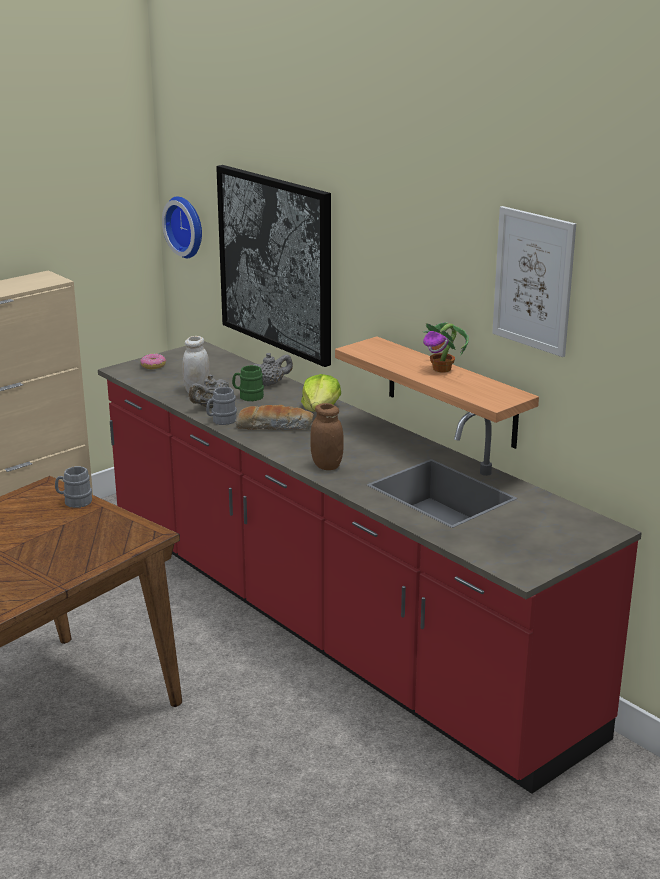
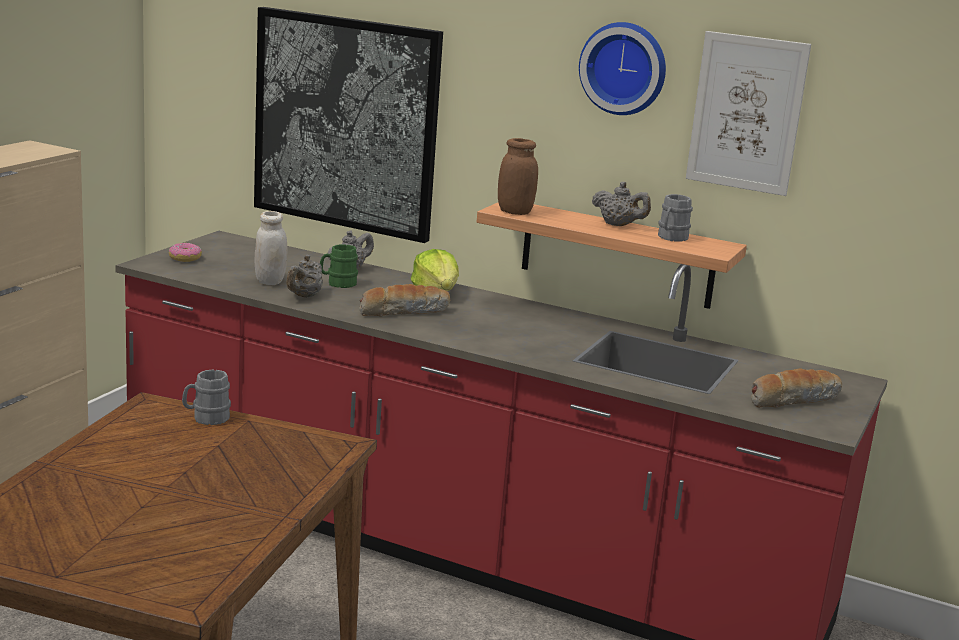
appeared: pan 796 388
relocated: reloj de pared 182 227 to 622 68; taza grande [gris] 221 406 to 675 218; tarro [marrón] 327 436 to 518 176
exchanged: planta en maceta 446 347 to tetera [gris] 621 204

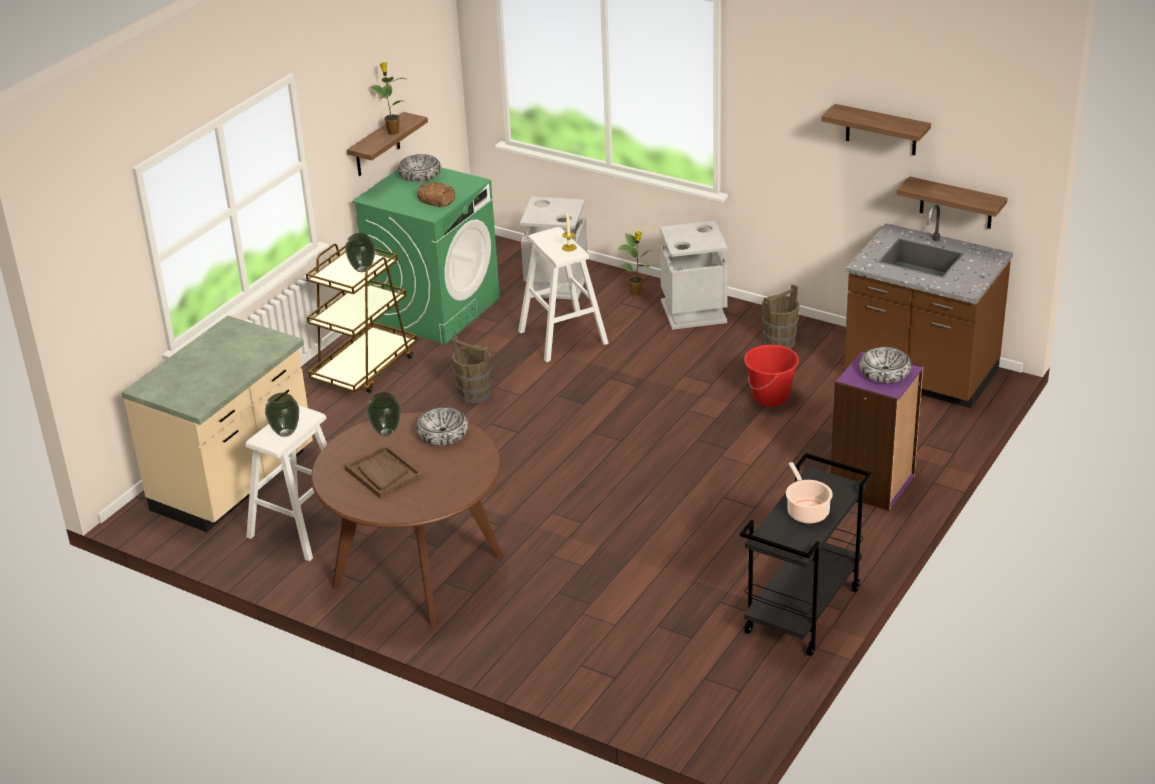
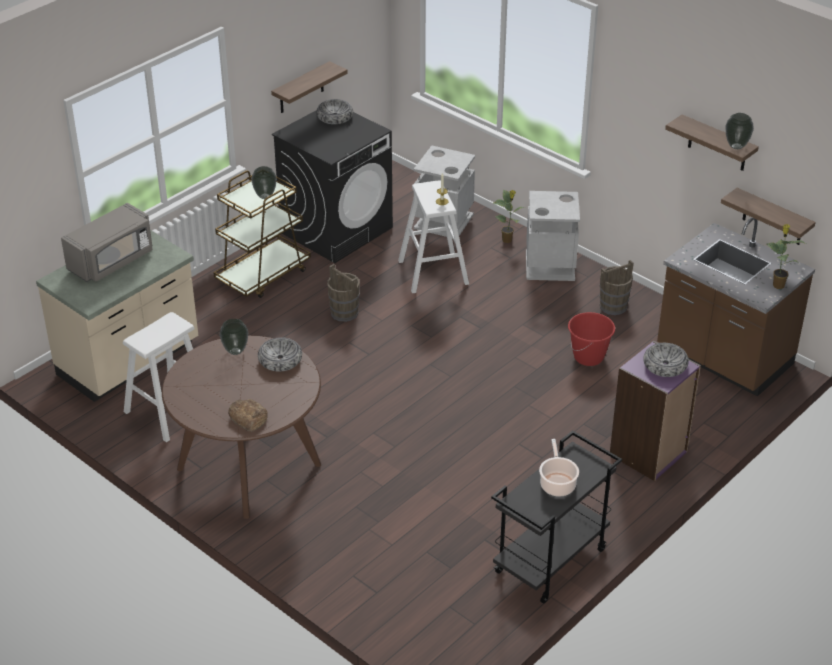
missing: bandeja [marrón] 383 472
appeared: microondas [gris] 106 242
relocated: florero 282 415 to 740 131; planta en maceta 389 98 to 786 256; pan 436 194 to 247 415
colour: lavadora [verde] 426 255 to lavadora [negro] 332 186

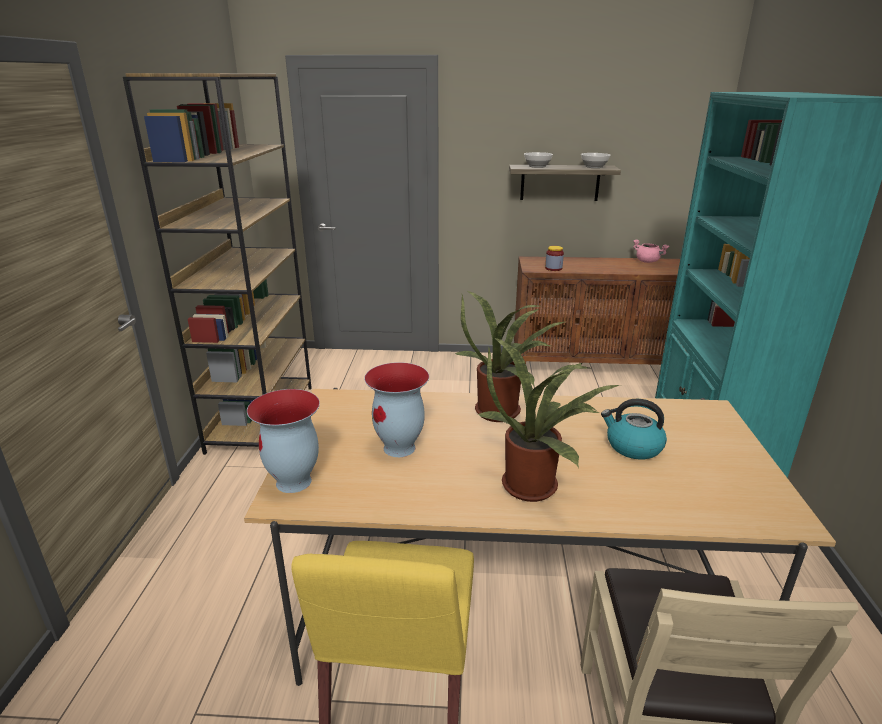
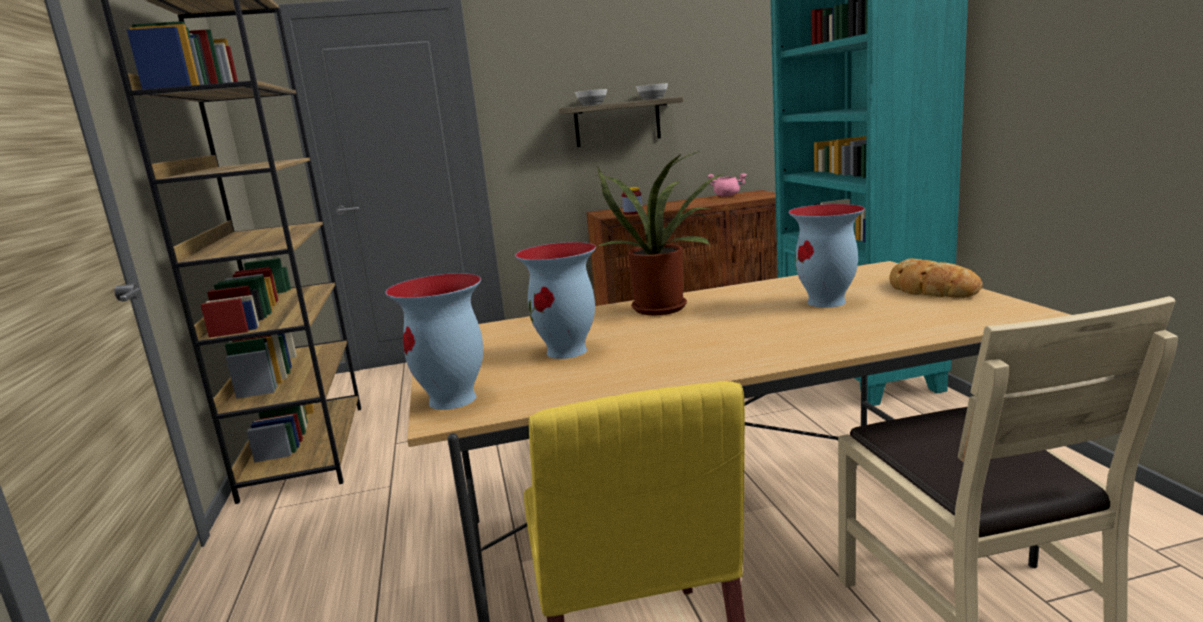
missing: planta en maceta 550 419
appeared: pan 936 278
exchanged: hervidor 634 429 to florero 826 256

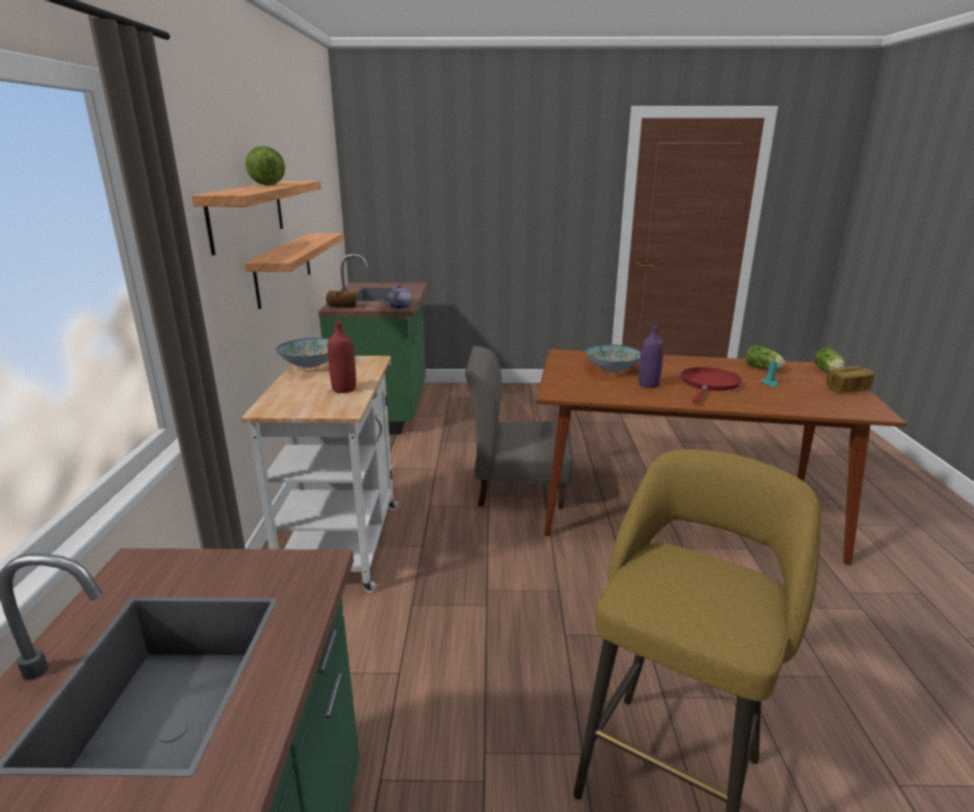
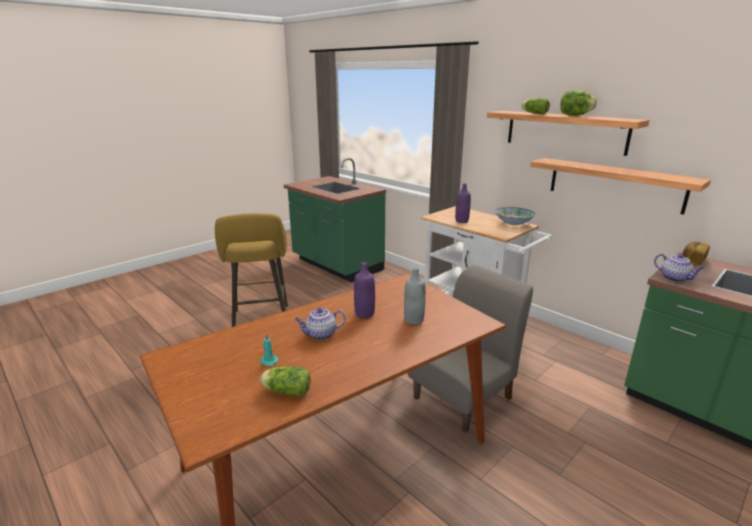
missing: pan 850 379
relocated: lechuga 829 360 to 536 106
exchanged: cuenco 613 358 to botella [gris] 415 296; sartén [rojo] 711 385 to tetera 320 324
colour: botella [rojo] 342 357 to botella [morado] 463 203

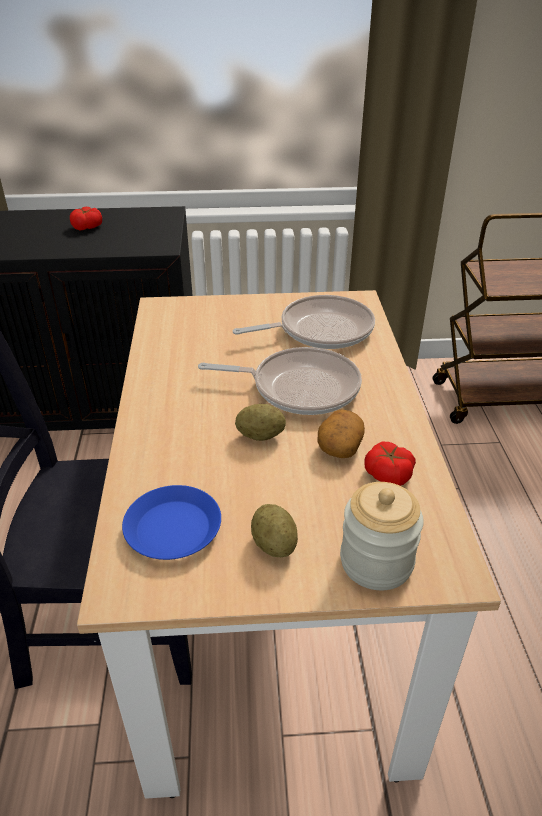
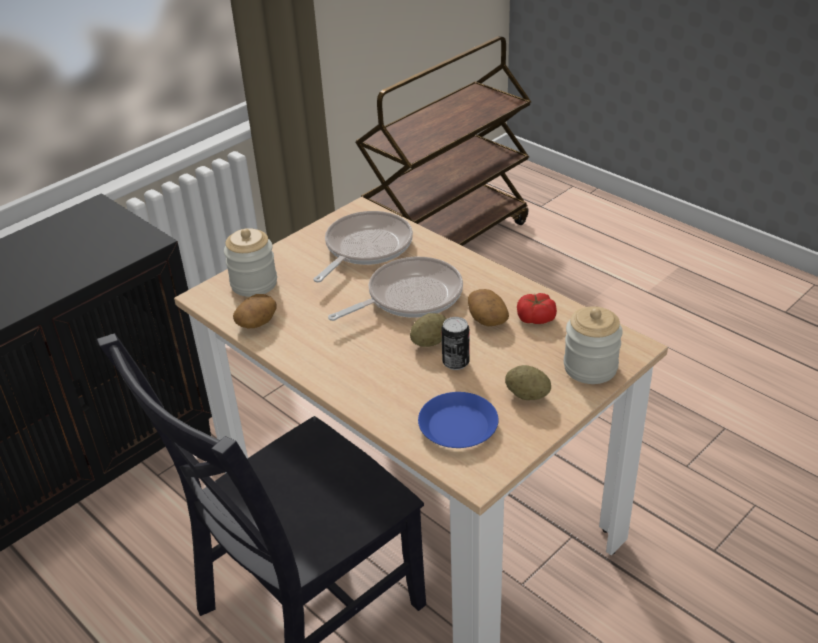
missing: tomate 86 218
appeared: tarro 250 262; patata 255 311; lata 455 343

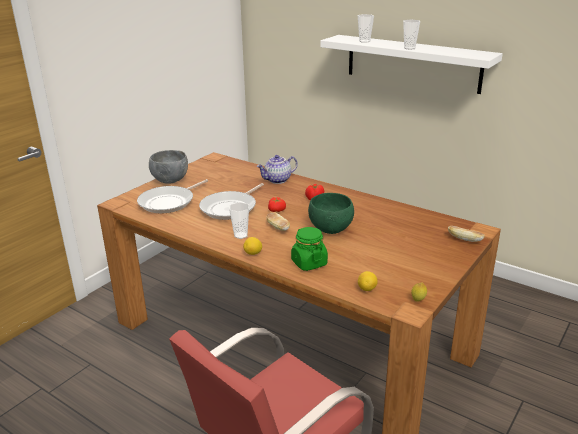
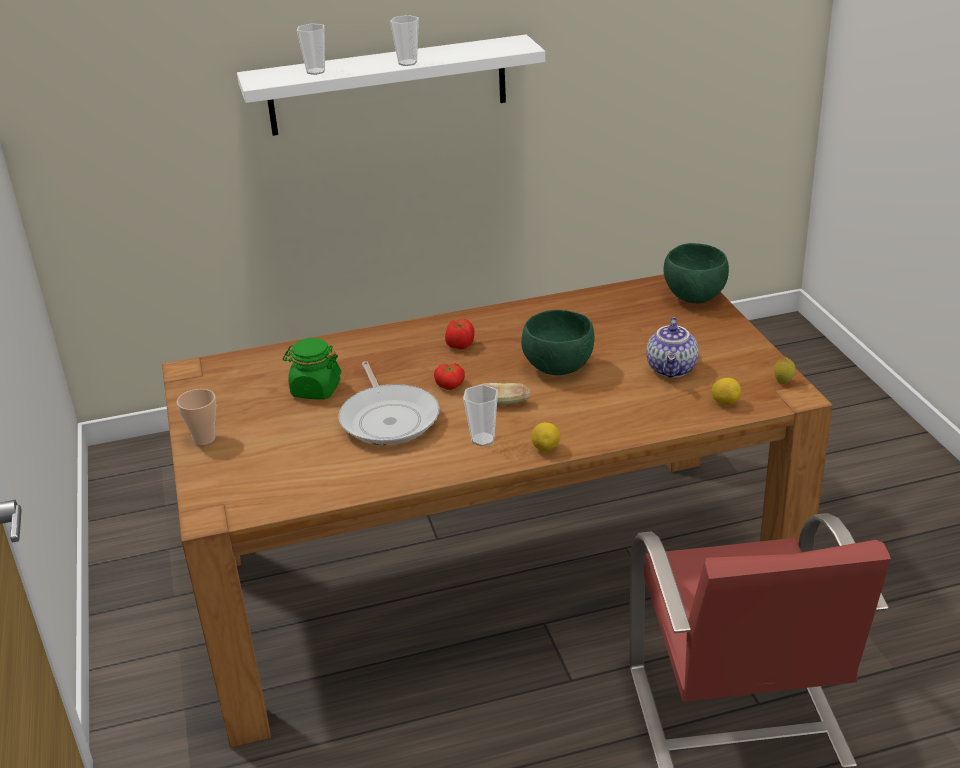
missing: sartén 172 196
relocated: tetera 277 169 to 672 347; tarro [verde] 309 249 to 312 368
exchanged: cuenco [gris] 168 167 to taza 196 417; pan 466 234 to cuenco [verde] 696 273

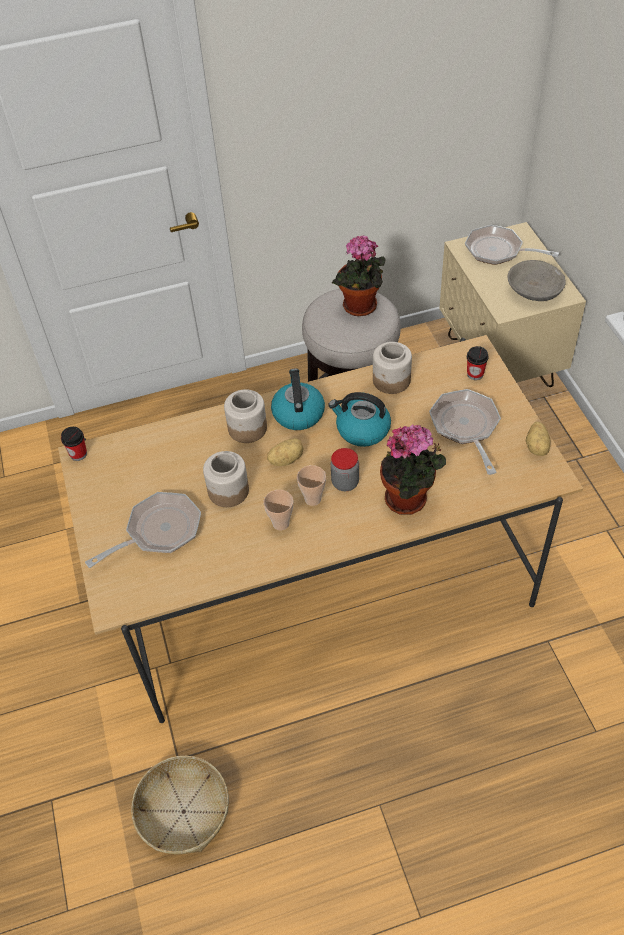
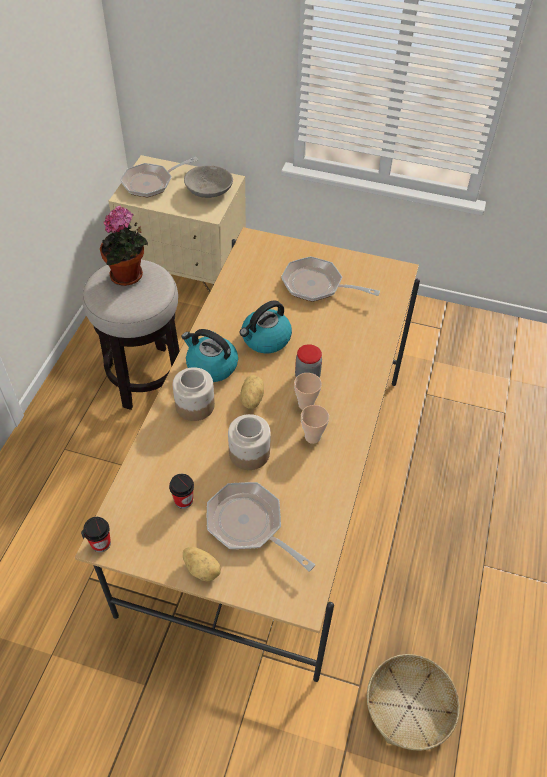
missing: tarro 392 368; planta en maceta 413 469
relocated: taza 477 363 to 181 491; patata 538 439 to 202 564
spun: sartén 143 530 = 261 527 45 degrees counterclockwise

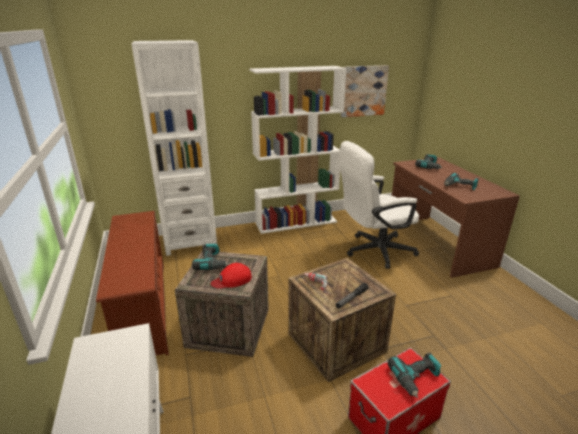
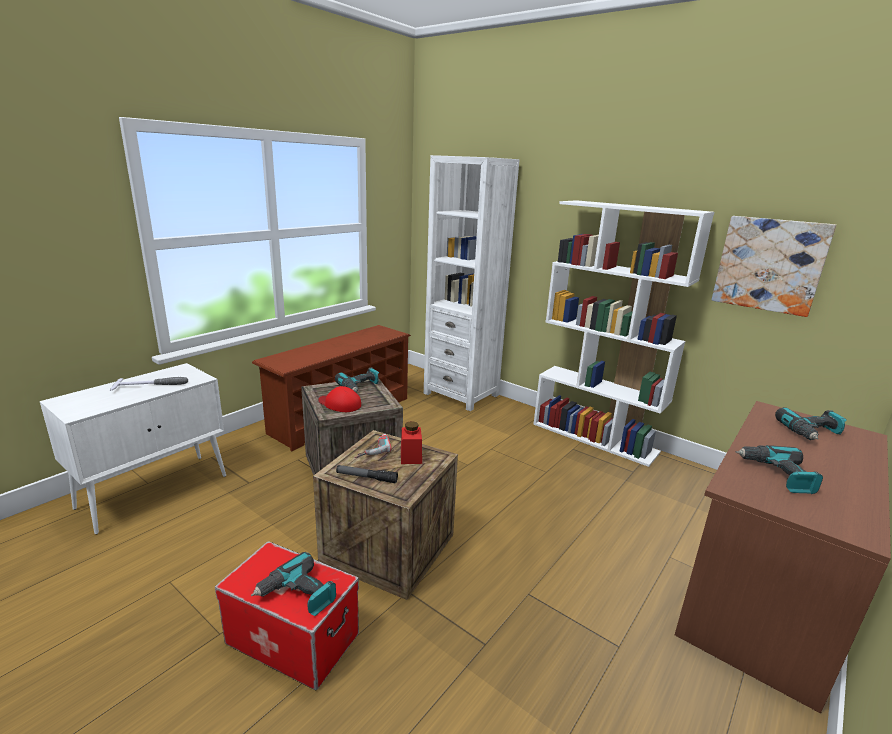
missing: silla de oficina [blanco] 379 205
appeared: martillo 148 384; tarro [rojo] 411 442

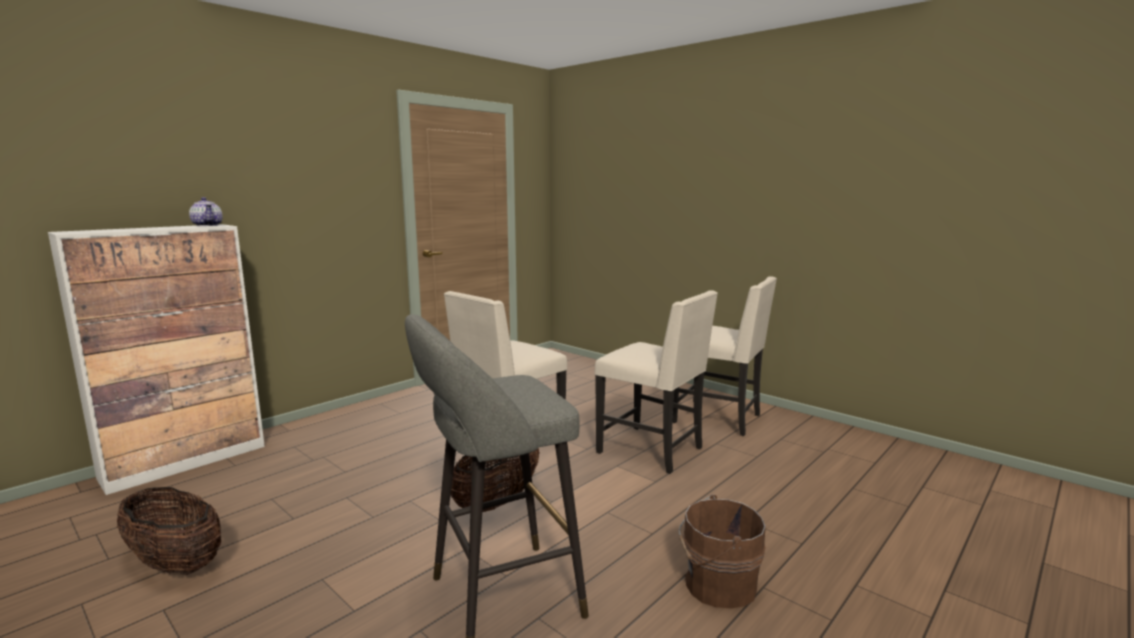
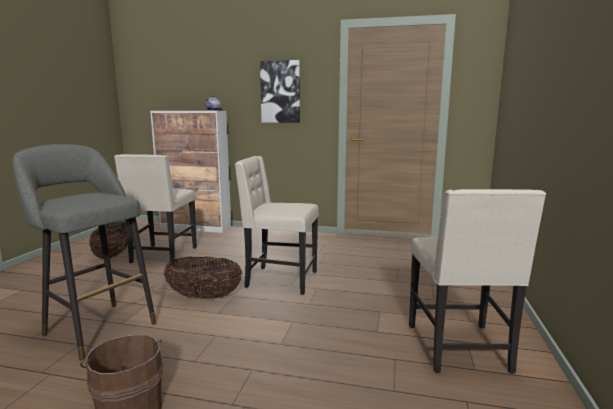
appeared: cuadro 280 91
relocated: silla [beis] 656 382 to 155 208

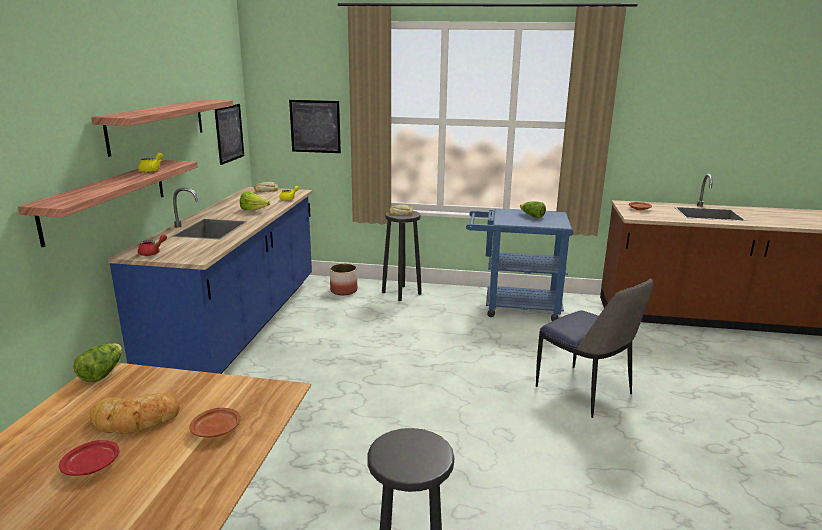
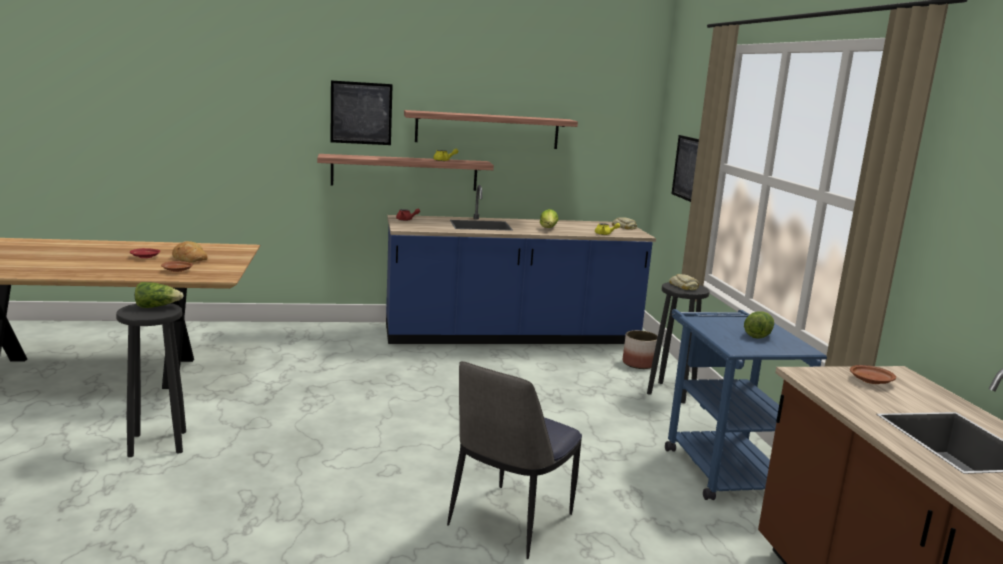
relocated: lechuga 97 362 to 159 295; cuadro 229 134 to 362 112

